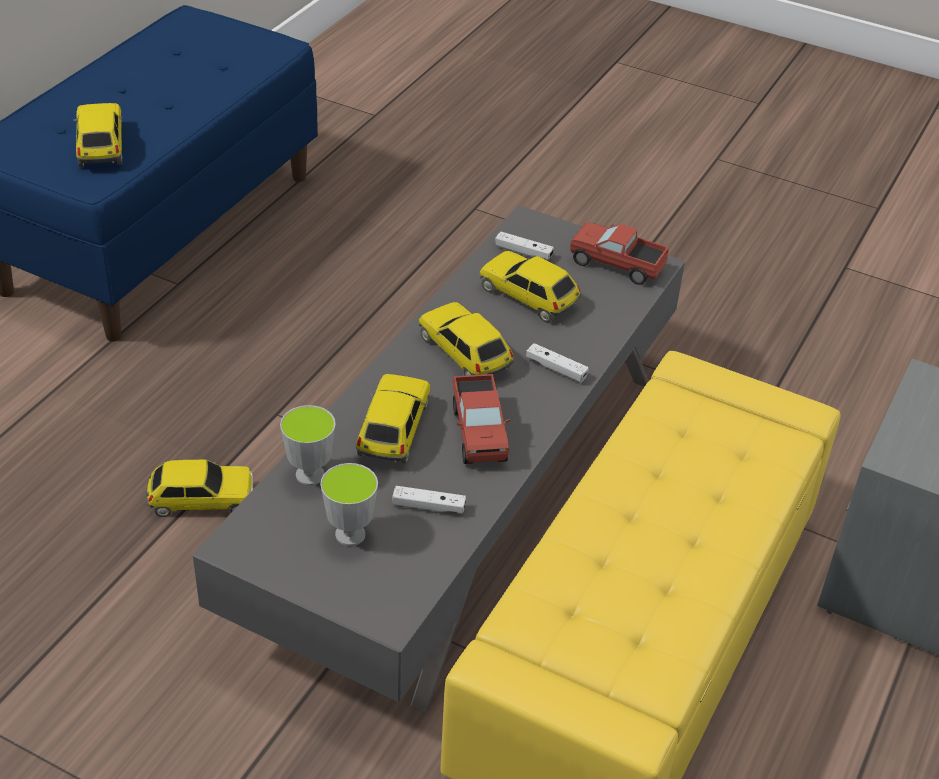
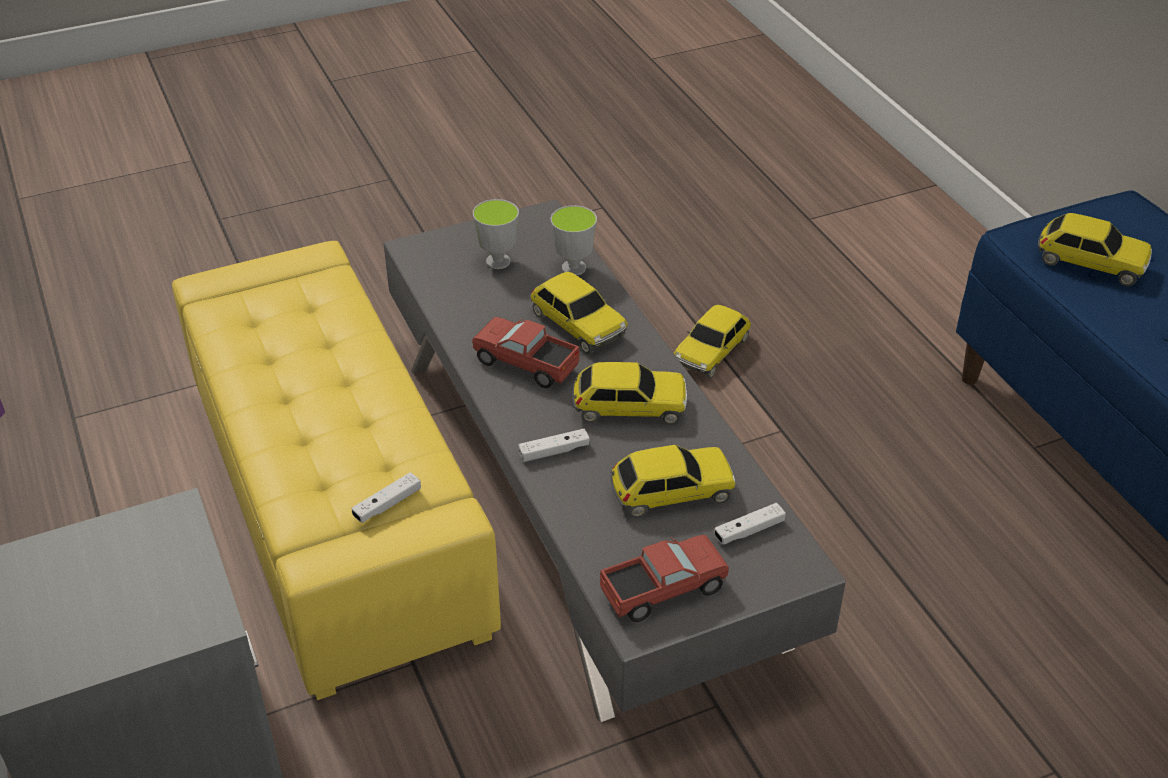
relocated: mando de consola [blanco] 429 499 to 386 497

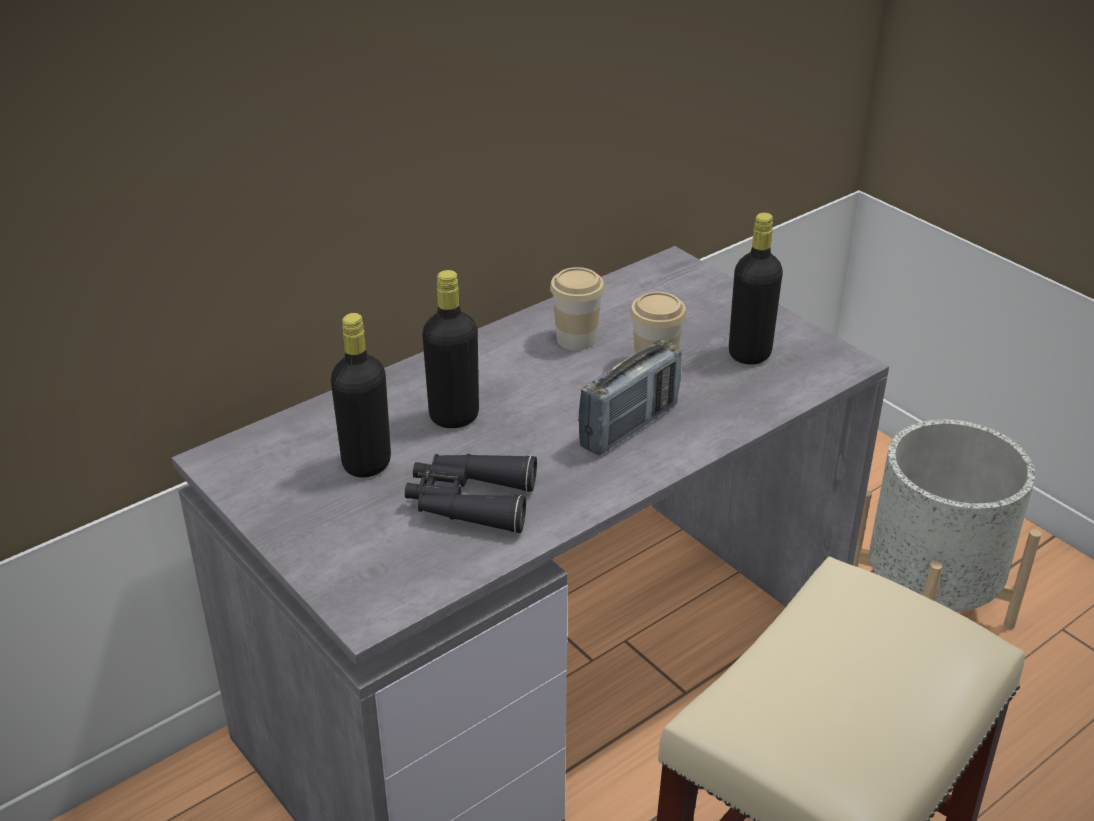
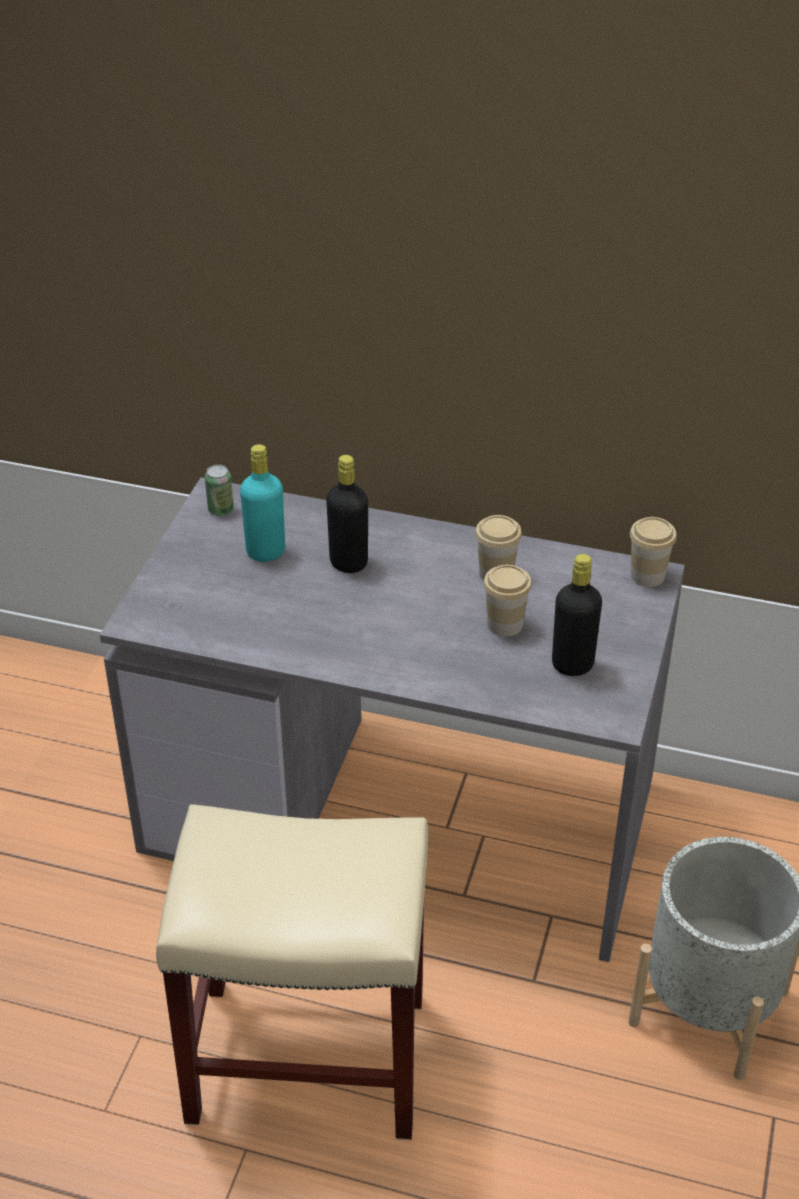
missing: prismáticos [negro] 471 493; radio 630 397
appeared: lata 219 490; taza 653 552
colour: botella [negro] 361 395 to botella [turquesa] 262 503

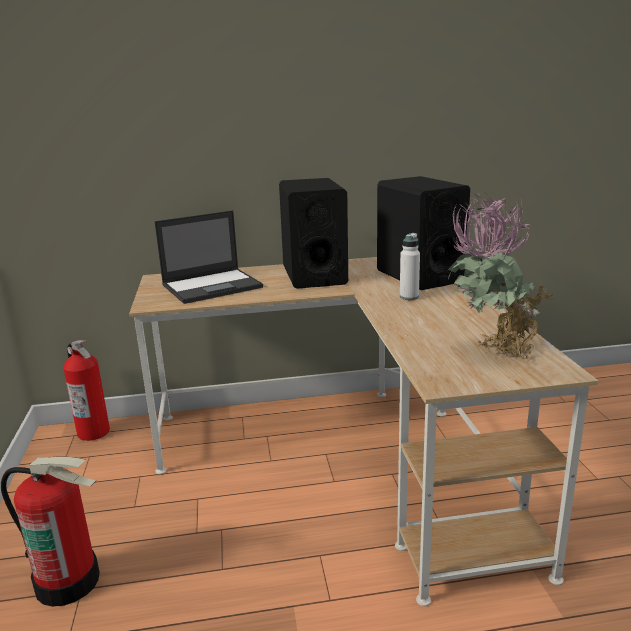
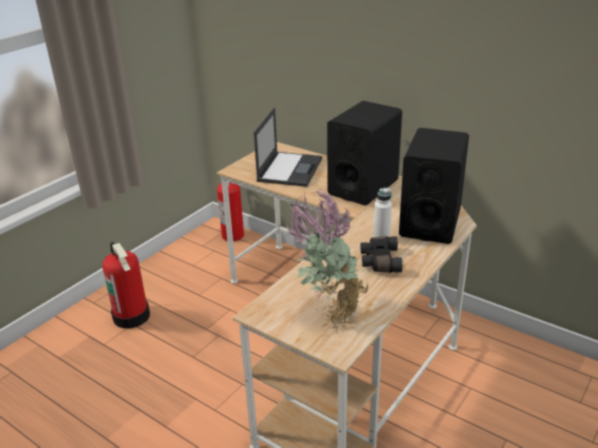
appeared: prismáticos [negro] 381 254
spun: portátil 208 257 = 288 147 90 degrees counterclockwise

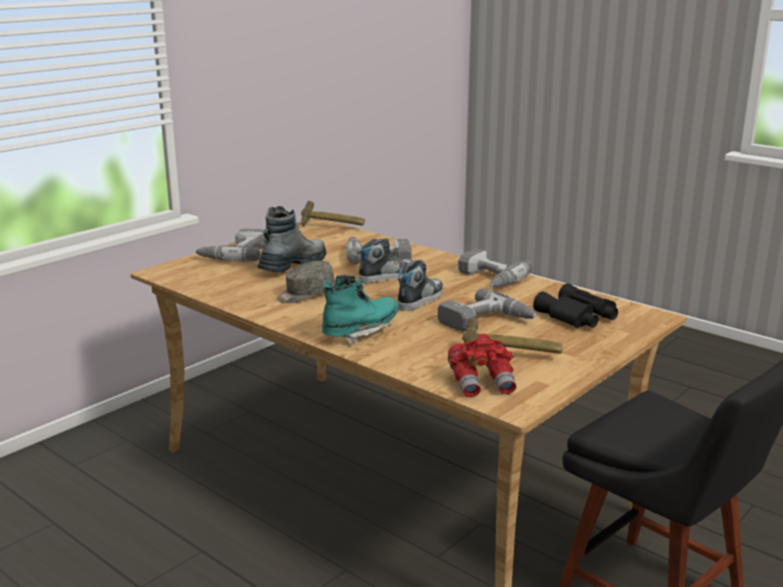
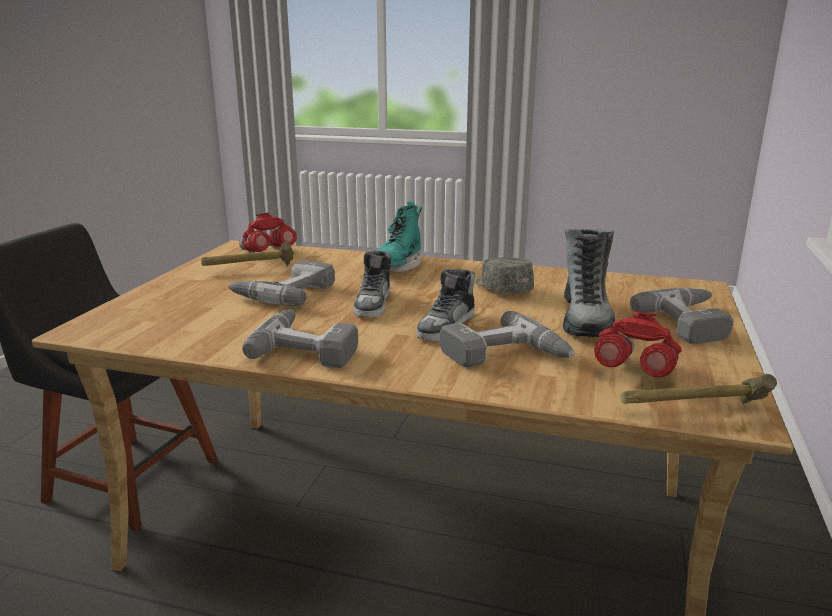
missing: prismáticos [negro] 575 305
appeared: prismáticos [rojo] 638 344
spun: gorra [gris] 306 282 = 505 275 60 degrees counterclockwise

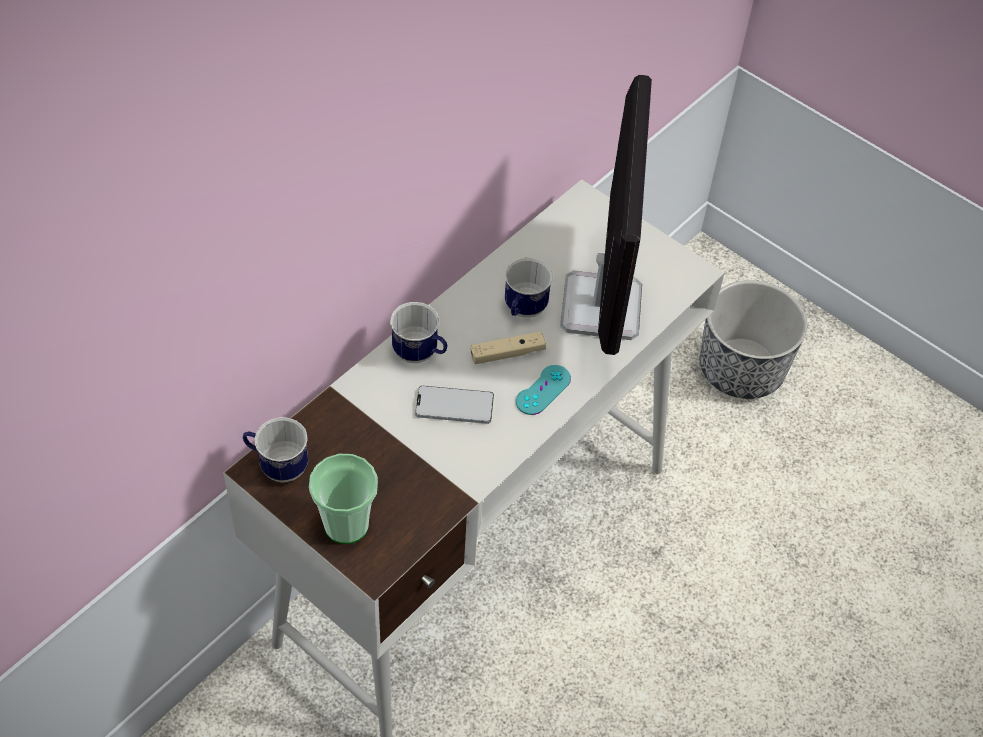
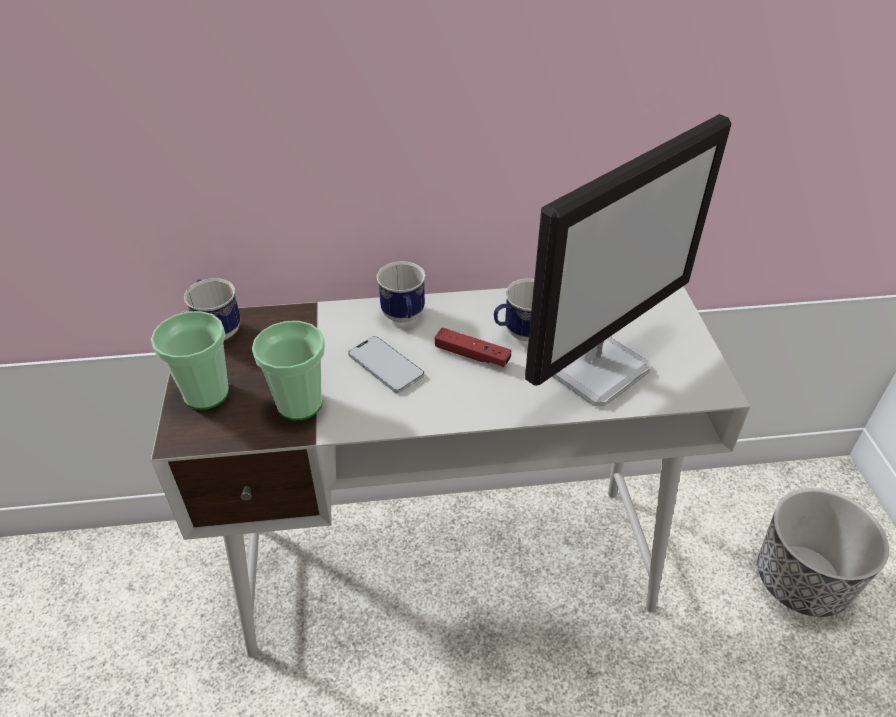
missing: mando de consola [turquesa] 543 390
appeared: taza 288 370
colour: mando de consola [beis] 508 347 to mando de consola [rojo] 473 347

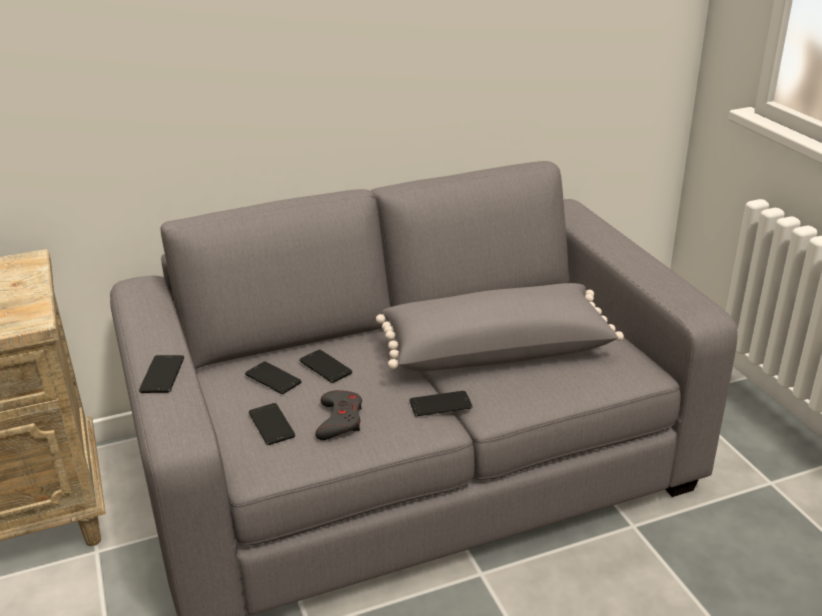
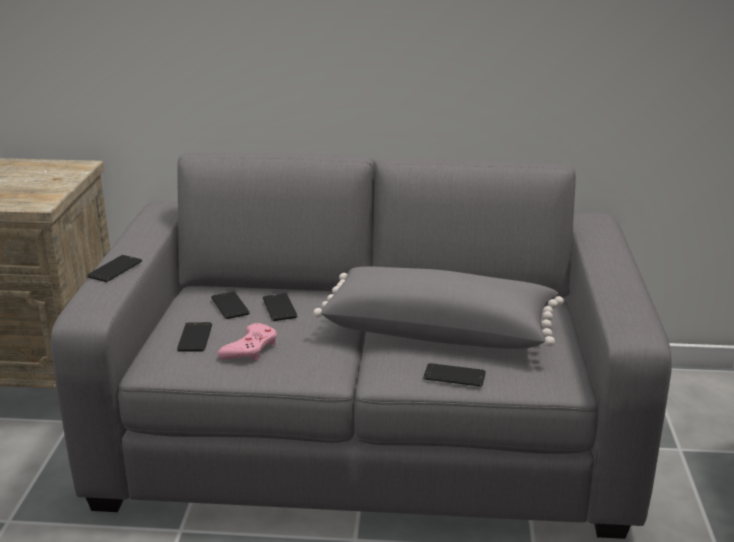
relocated: móvil 441 403 to 454 374
colour: mando de consola [gris] 338 415 to mando de consola [rosa] 247 341

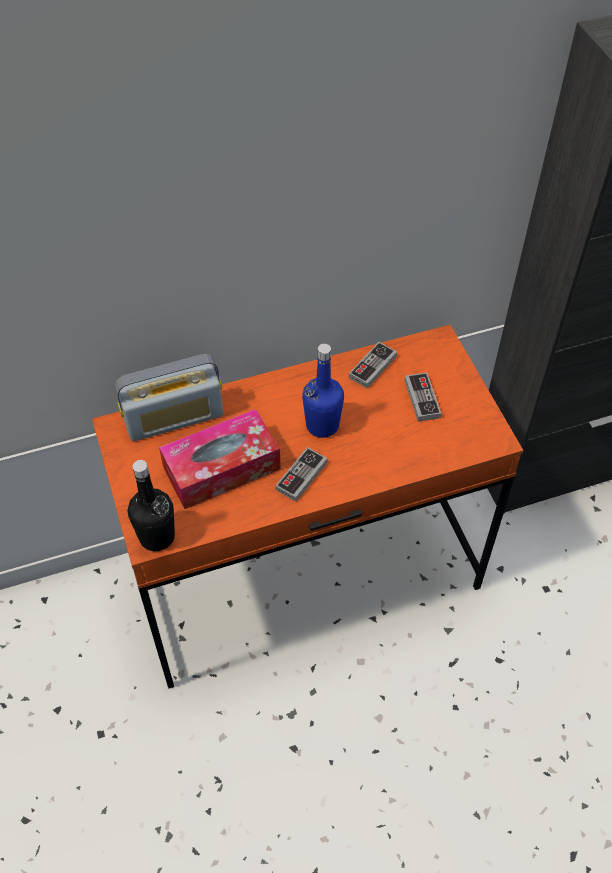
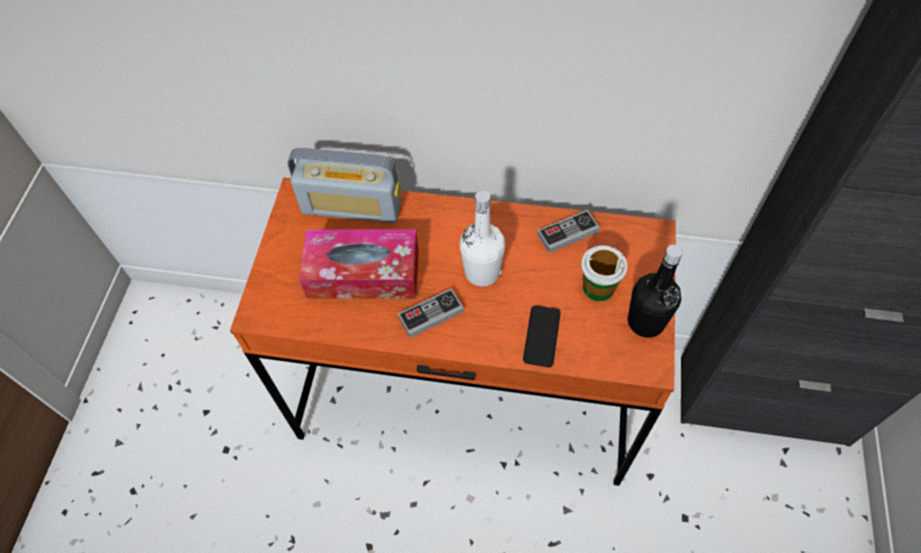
appeared: móvil 542 336
relocated: botella [negro] 151 505 to 655 291
exchanged: mando de consola 423 397 to taza 604 273
colour: botella [azul] 323 391 to botella [blanco] 482 238

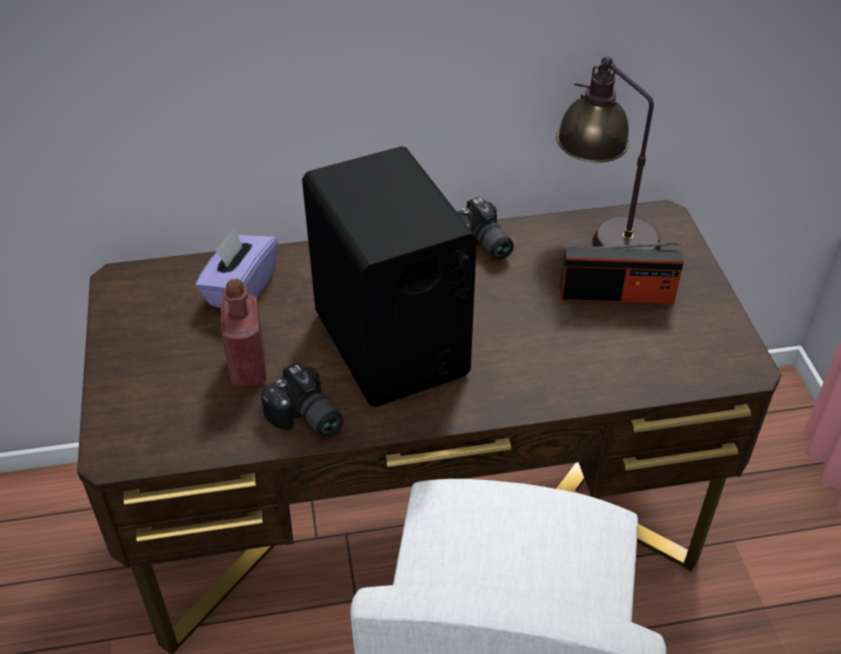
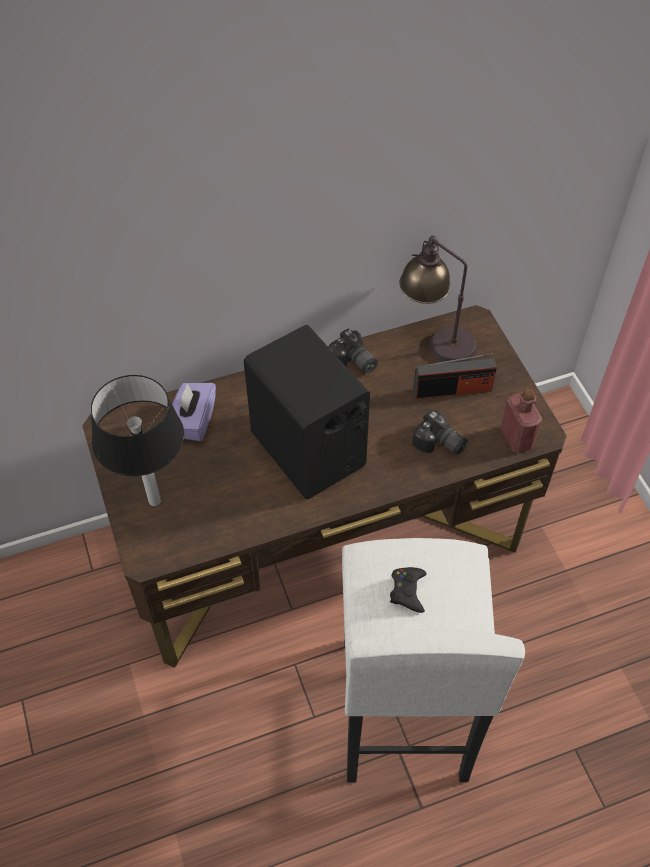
appeared: lámpara de mesa 137 440; mando de consola [negro] 408 590
relocated: botella [rojo] 243 333 to 521 421; cámara 302 400 to 440 432

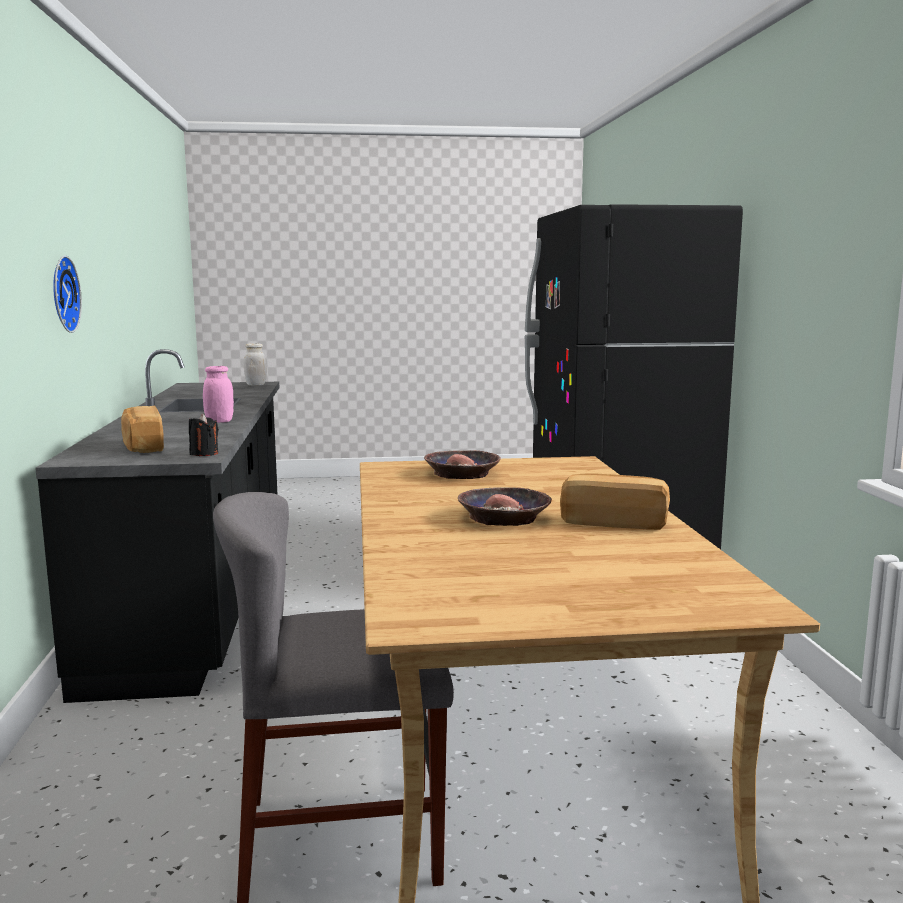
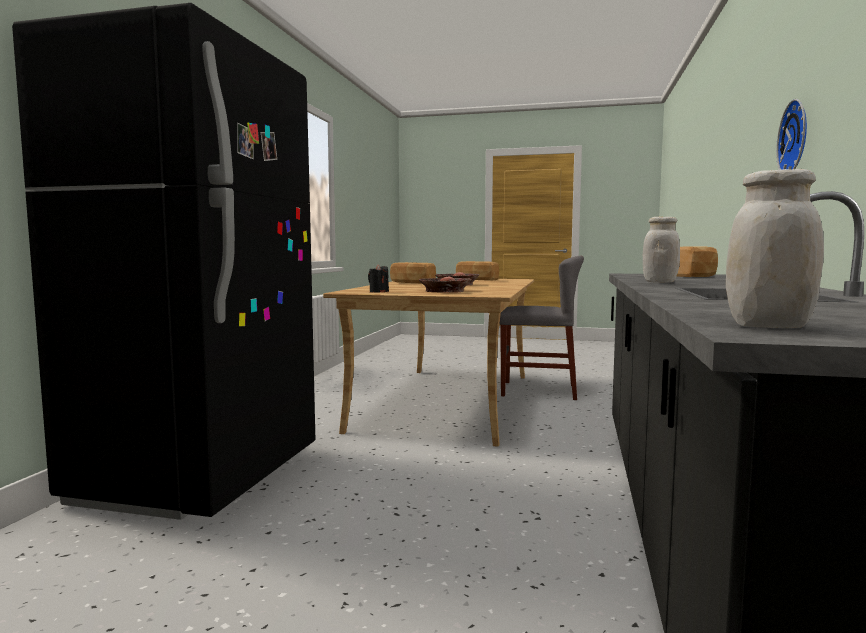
appeared: pan 477 271
relocated: vela [negro] 204 435 to 378 278
colour: tarro [rosa] 218 394 to tarro [blanco] 661 250

